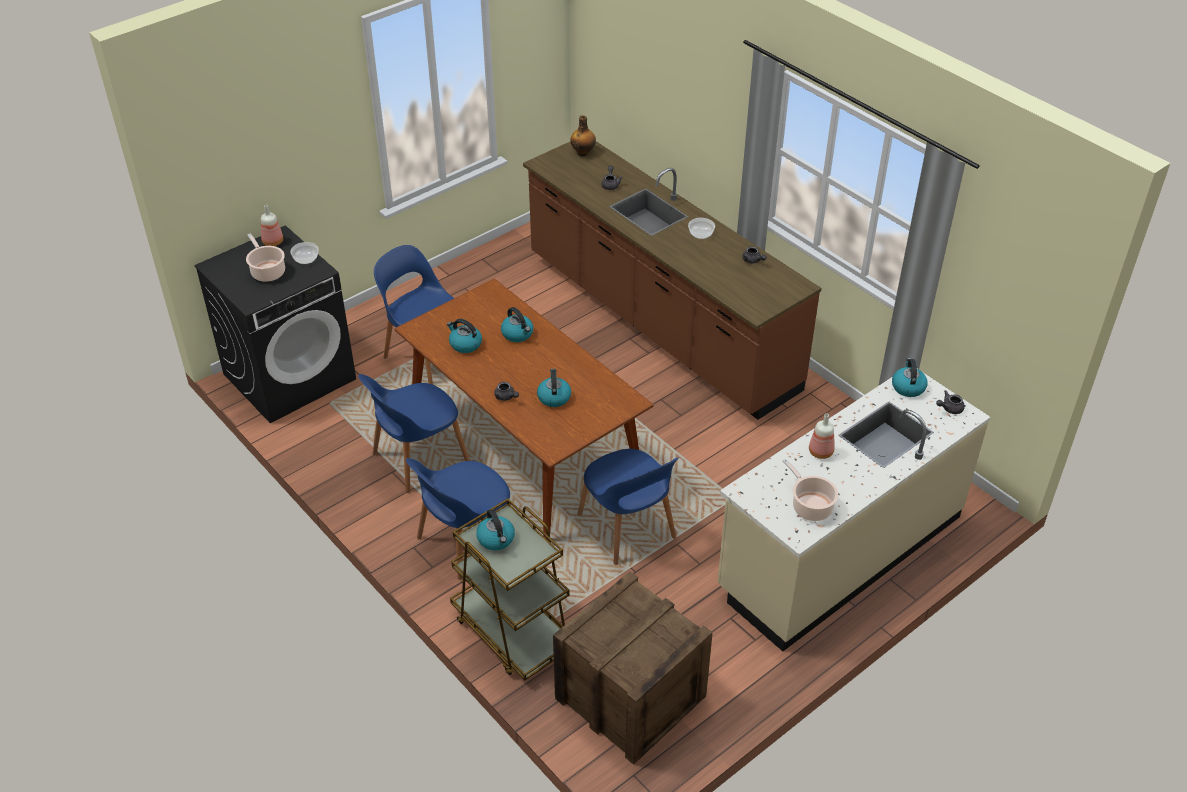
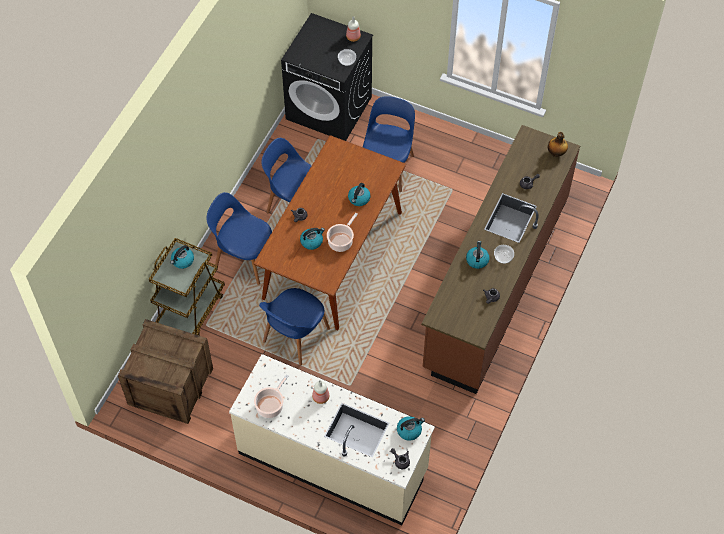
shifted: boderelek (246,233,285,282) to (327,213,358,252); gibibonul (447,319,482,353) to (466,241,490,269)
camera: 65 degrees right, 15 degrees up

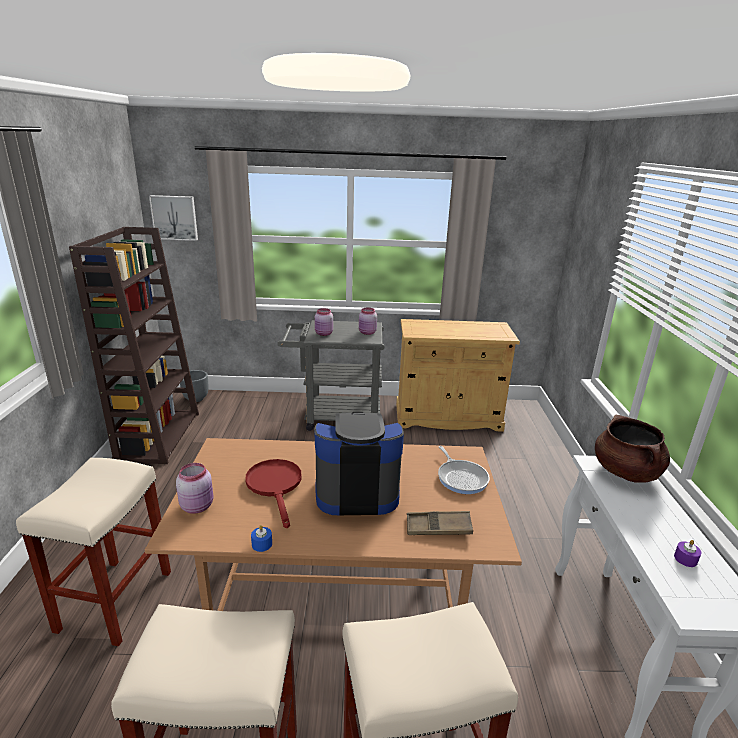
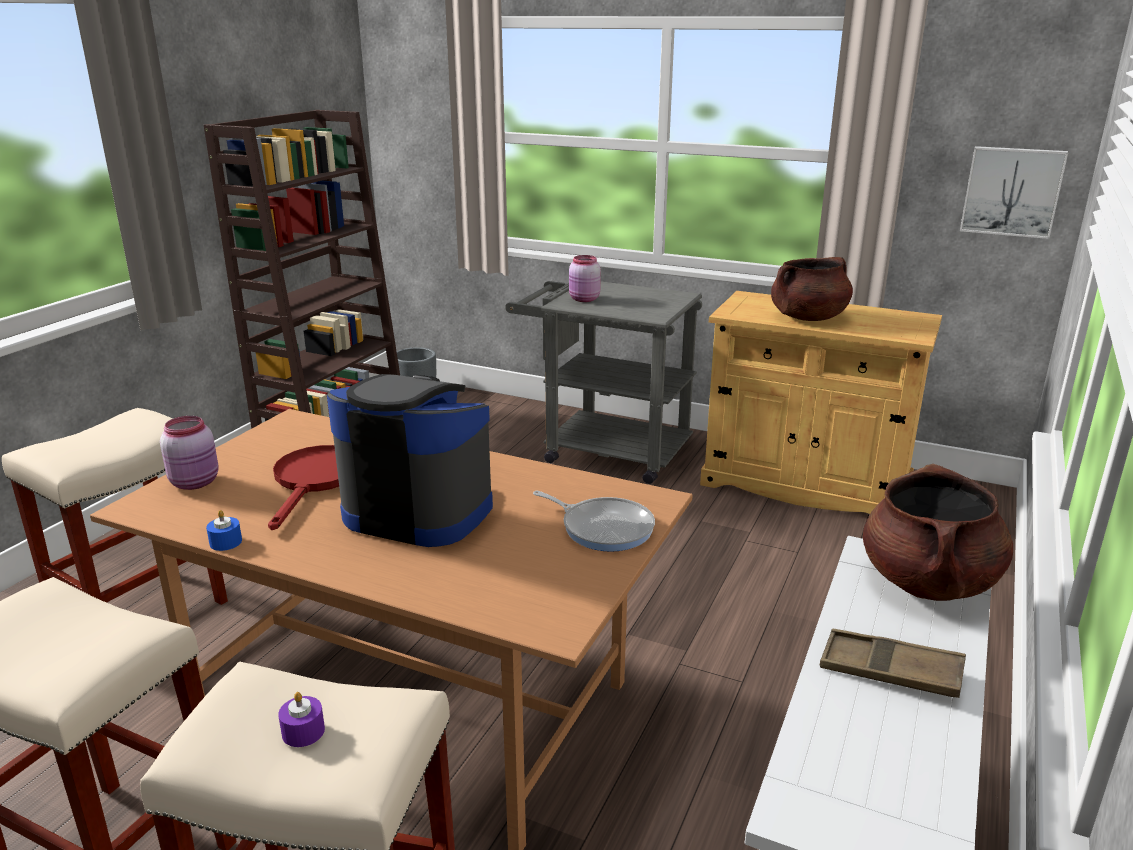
gone: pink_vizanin (359,308,377,335)
new: brown_boderelek (771,257,853,321)
shifted: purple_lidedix (674,540,701,567) to (278,692,325,747); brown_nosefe (407,511,473,535) to (820,629,966,698); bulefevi (149,195,198,241) to (960,146,1068,239)
rotated: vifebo (438,446,490,494) = (533,491,655,552) 60 degrees counterclockwise
camera: 25 degrees right, 0 degrees up

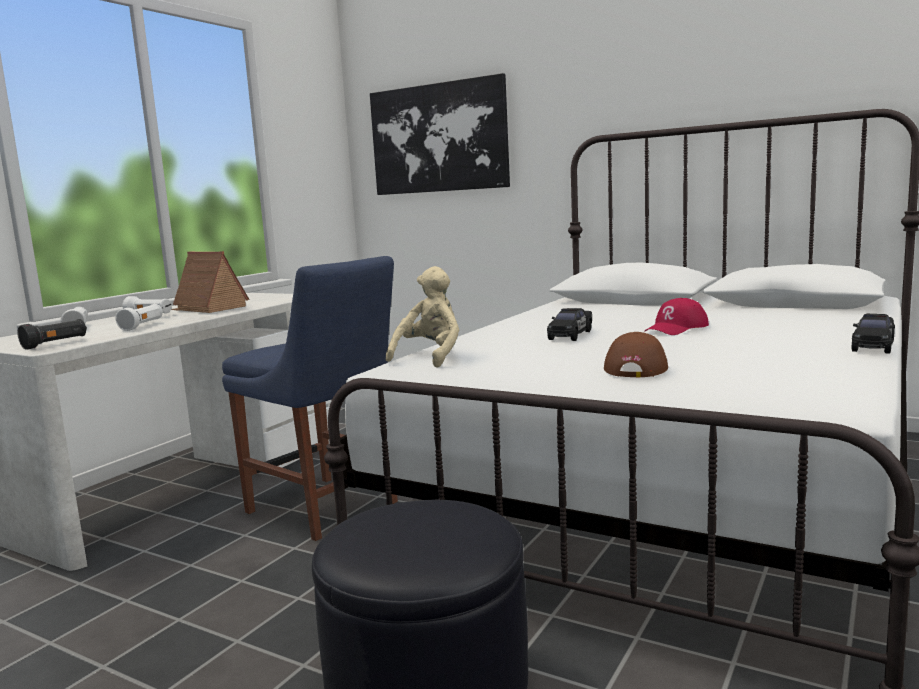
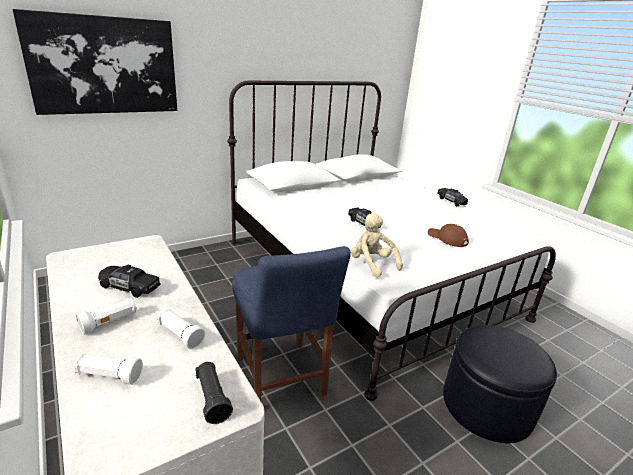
gone: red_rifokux (644,298,709,335)
swapped: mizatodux (171,251,249,313) to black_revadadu (98,265,161,298)
rotated: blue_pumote (222,256,398,541) = (232,246,351,401) 90 degrees clockwise
camera: 65 degrees left, 15 degrees up

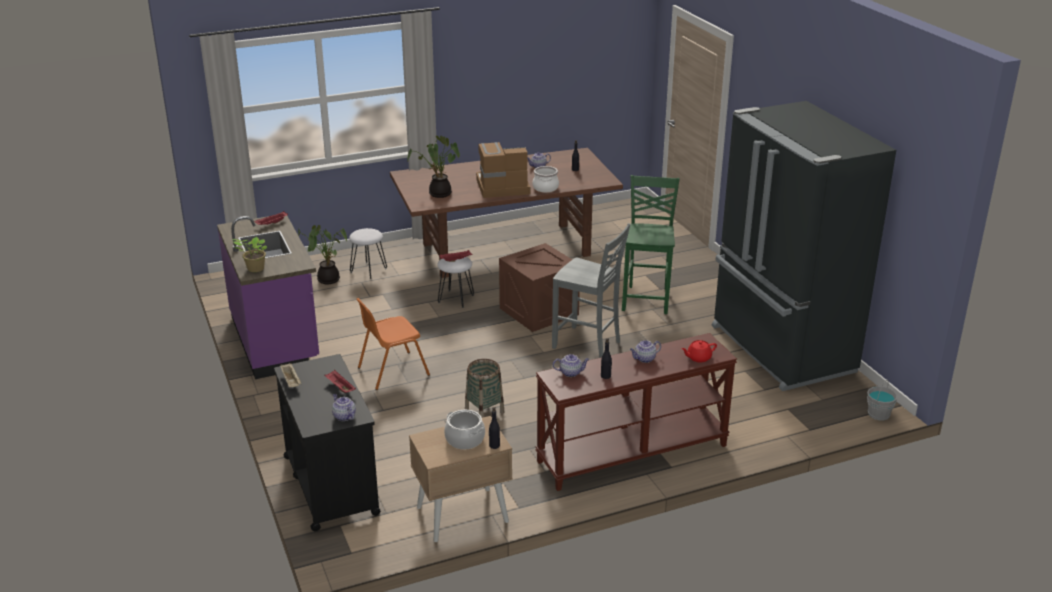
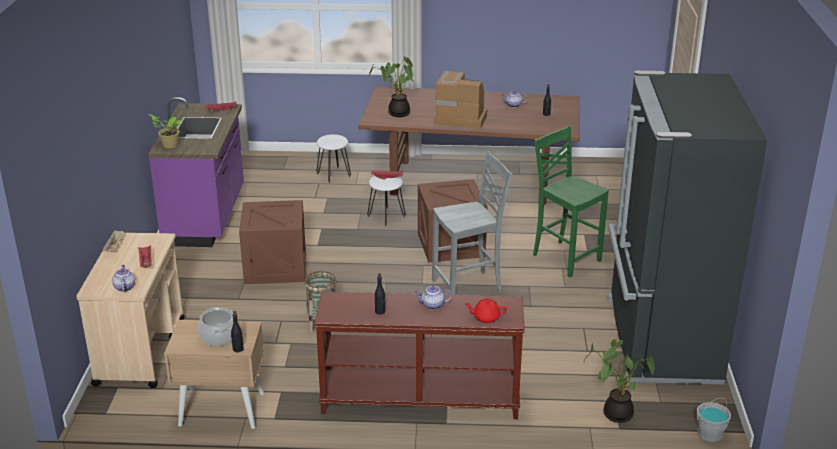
gone: boderelek (532,166,559,192); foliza (553,354,589,377)
shifted: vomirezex (298,225,347,284) to (584,339,654,423)
swapped: orange_pumote (356,298,430,390) to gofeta (239,200,306,284)
repainted: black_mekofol (274,354,381,531) to beige_mekofol (76,232,185,388)
rotated: grey_pumote (552,223,631,358) = (432,152,512,295) 75 degrees counterclockwise; green_pumote (622,175,680,314) = (533,126,609,277) 75 degrees counterclockwise
camera: 25 degrees right, 0 degrees up

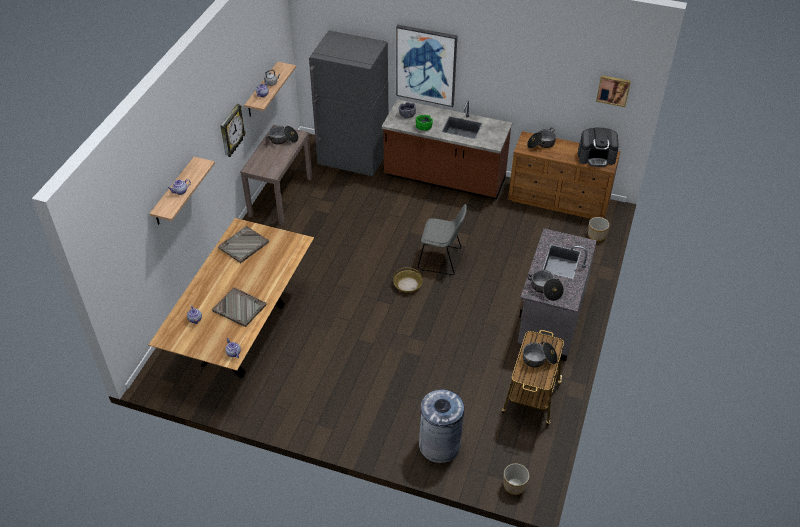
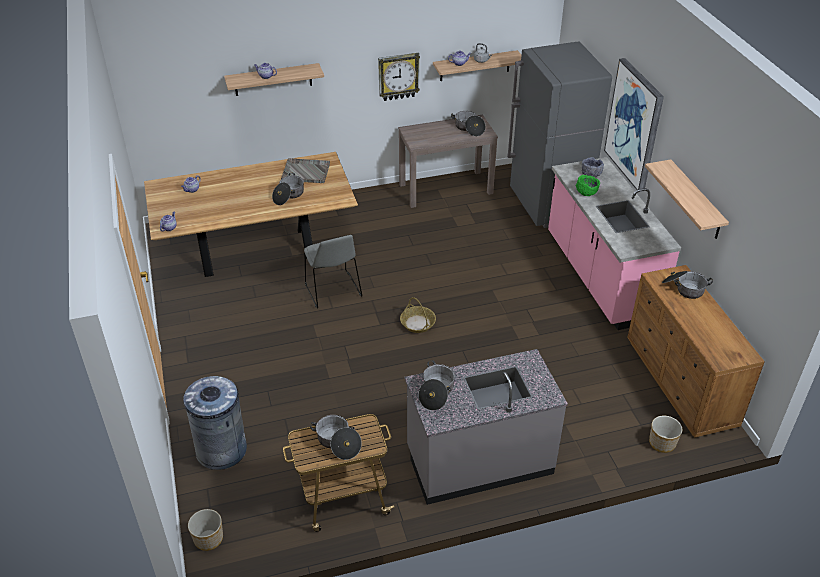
gone: grey_nosefe (212,287,267,327); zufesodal (578,128,619,167); bulefevi (596,75,631,107)
new: boderelek (272,173,304,205); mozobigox (645,160,729,239)
shifted: grey_pumote (418,204,467,276) to (304,235,362,309)
repainted: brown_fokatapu (382,99,512,200) to pink_fokatapu (548,157,681,330)
camera: 55 degrees right, 5 degrees down

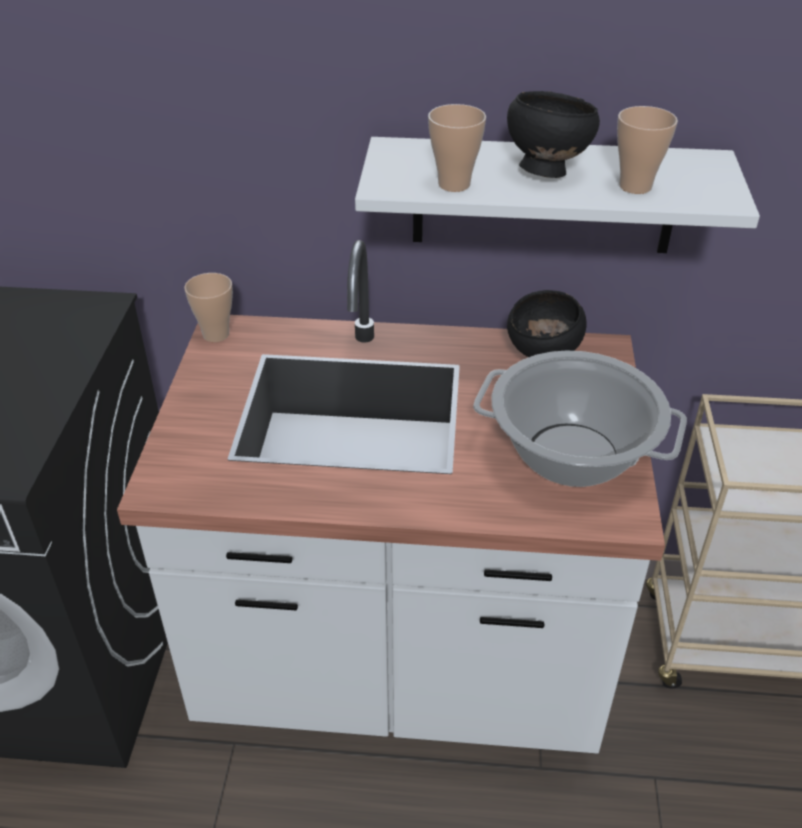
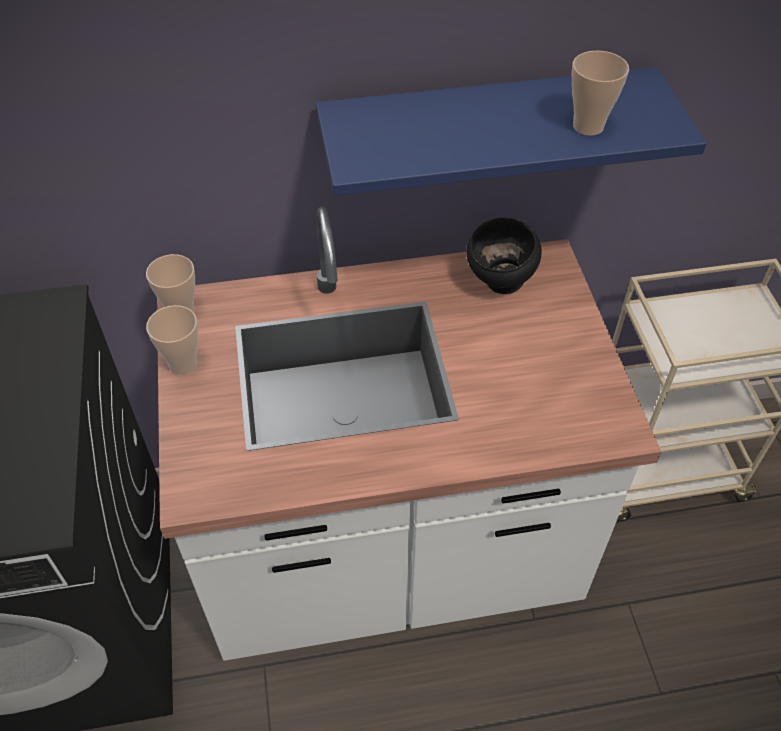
gone: boderelek (473,351,687,487); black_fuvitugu (507,91,600,178)
shifted: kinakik (428,104,486,192) to (146,305,198,375)
repainted: white_mozobigox (355,137,760,253) to blue_mozobigox (316,67,707,196)
camera: 15 degrees left, 10 degrees up

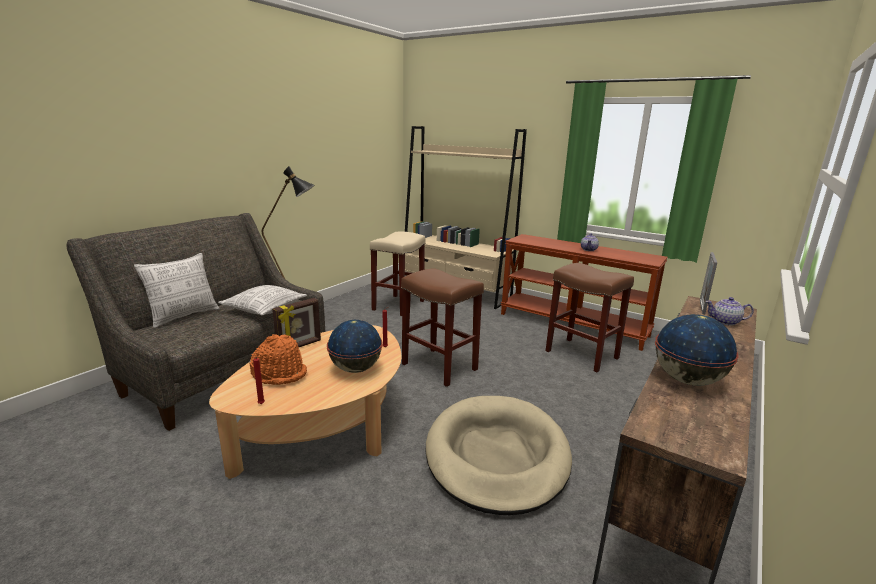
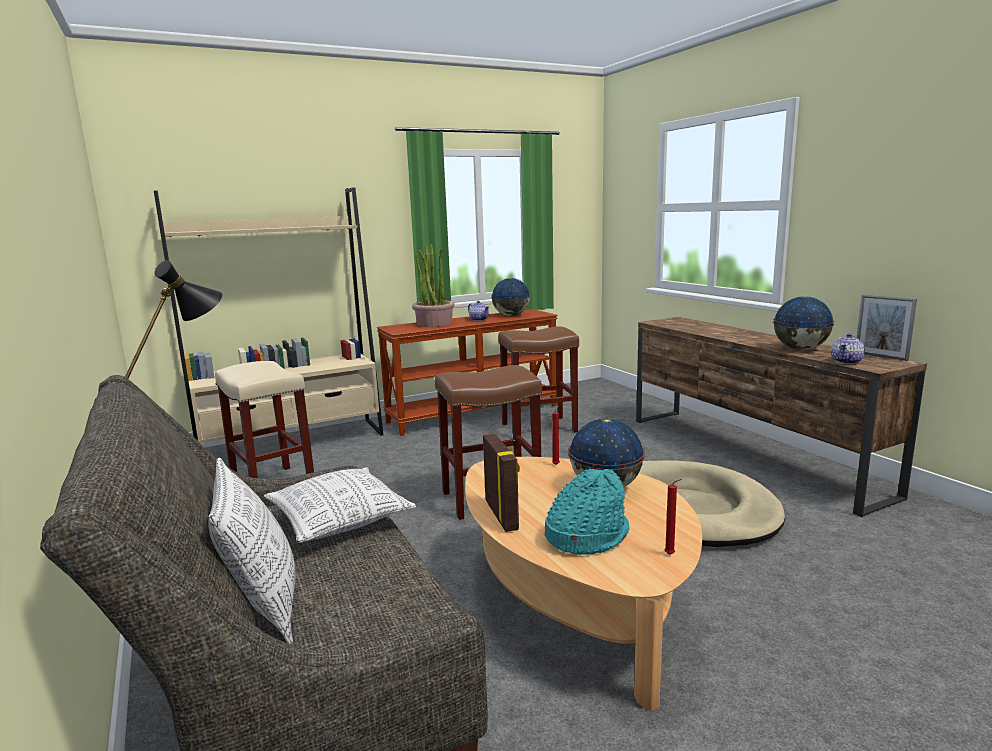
new: vomirezex (412,244,455,327); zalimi (491,278,530,316)
shifted: foliza (705,297,754,326) to (831,333,865,364); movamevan (700,252,717,314) to (857,294,917,361)
repainted: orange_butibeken (249,334,307,385) to turquoise_butibeken (544,469,629,555)
camera: 60 degrees left, 5 degrees down

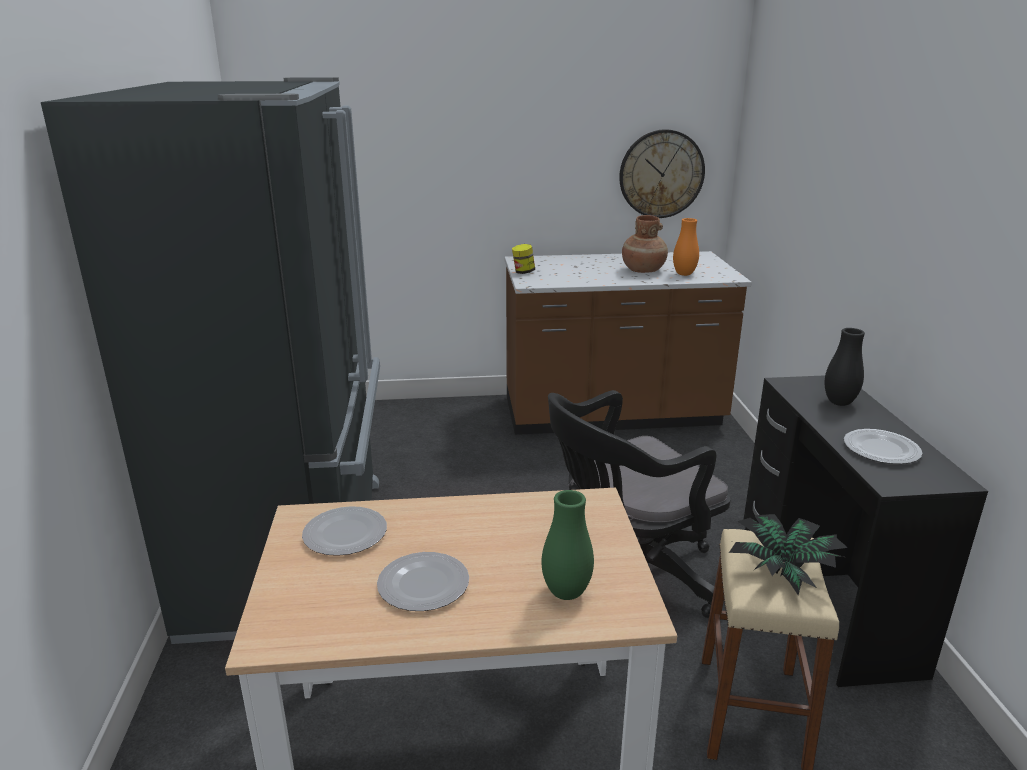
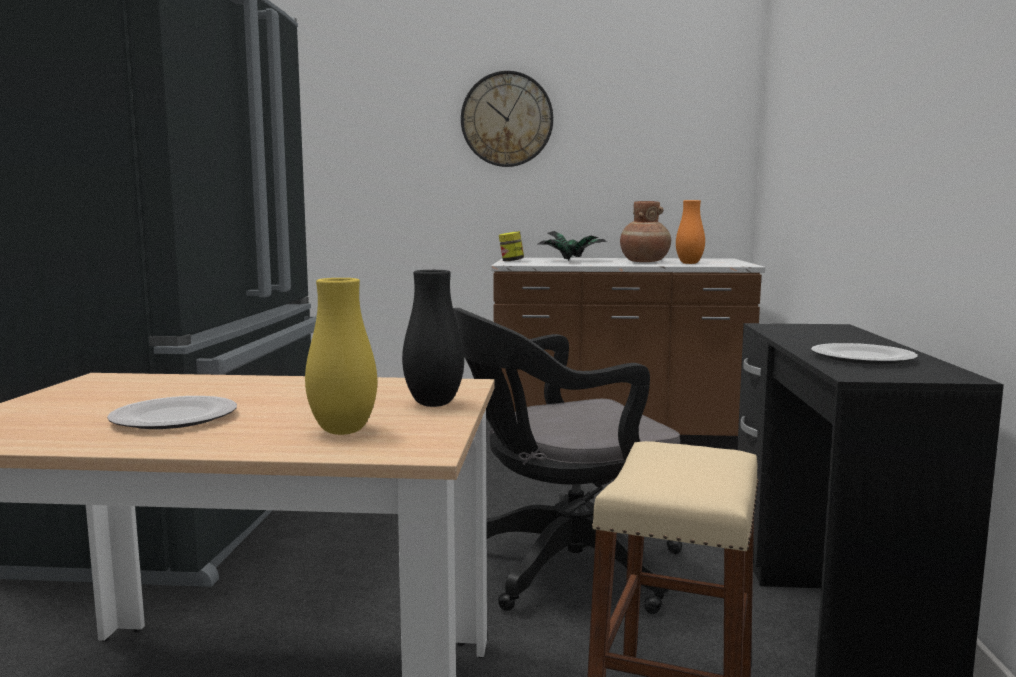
gone: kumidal (302,506,387,556)
shifted: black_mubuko (825,328,865,406) to (402,270,464,407); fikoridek (619,129,705,218) to (461,71,553,167); vomirezex (729,514,848,595) to (537,231,607,261)
repainted: green_mubuko (541,490,594,600) to yellow_mubuko (305,278,377,435)
camera: 10 degrees right, 15 degrees down

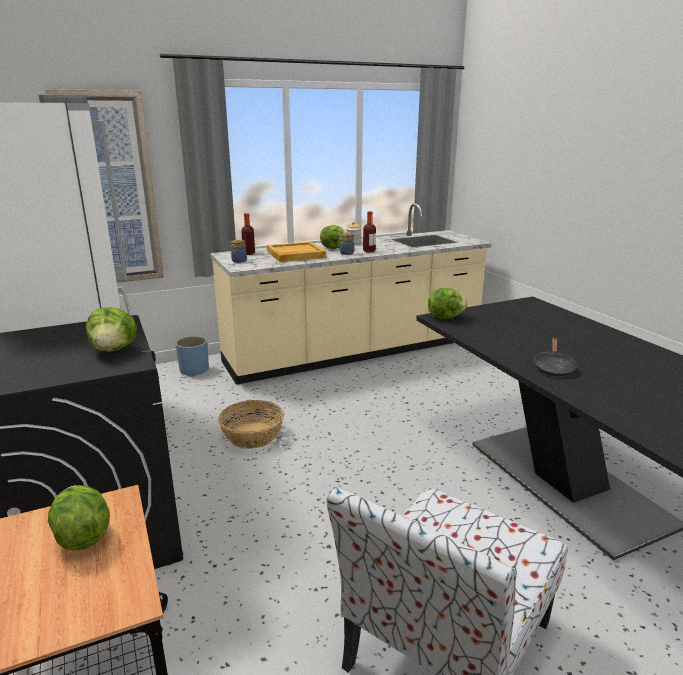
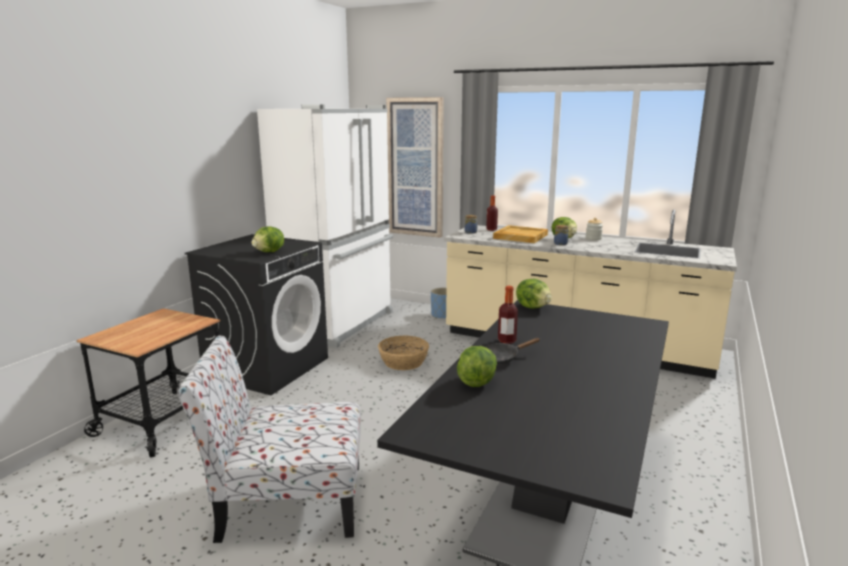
shifted: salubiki (48,485,110,551) to (457,346,497,387); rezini (363,211,376,252) to (498,286,518,344)
camera: 50 degrees right, 5 degrees down

